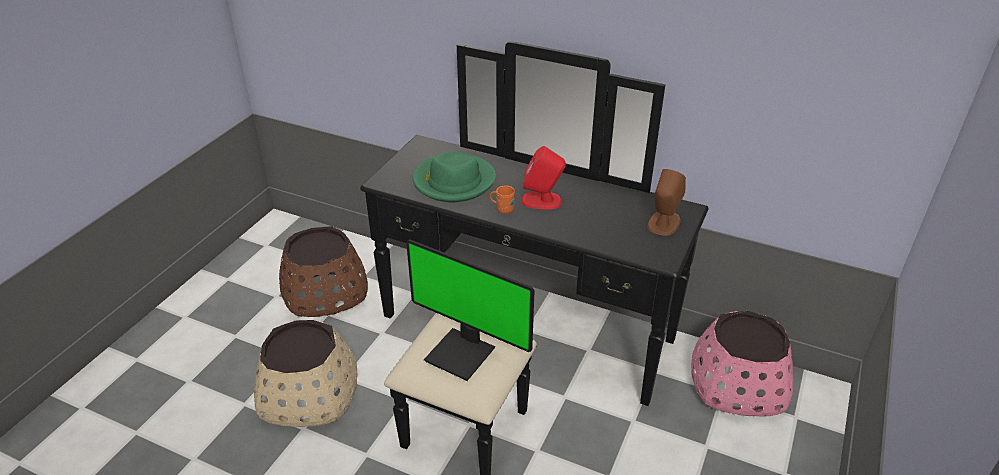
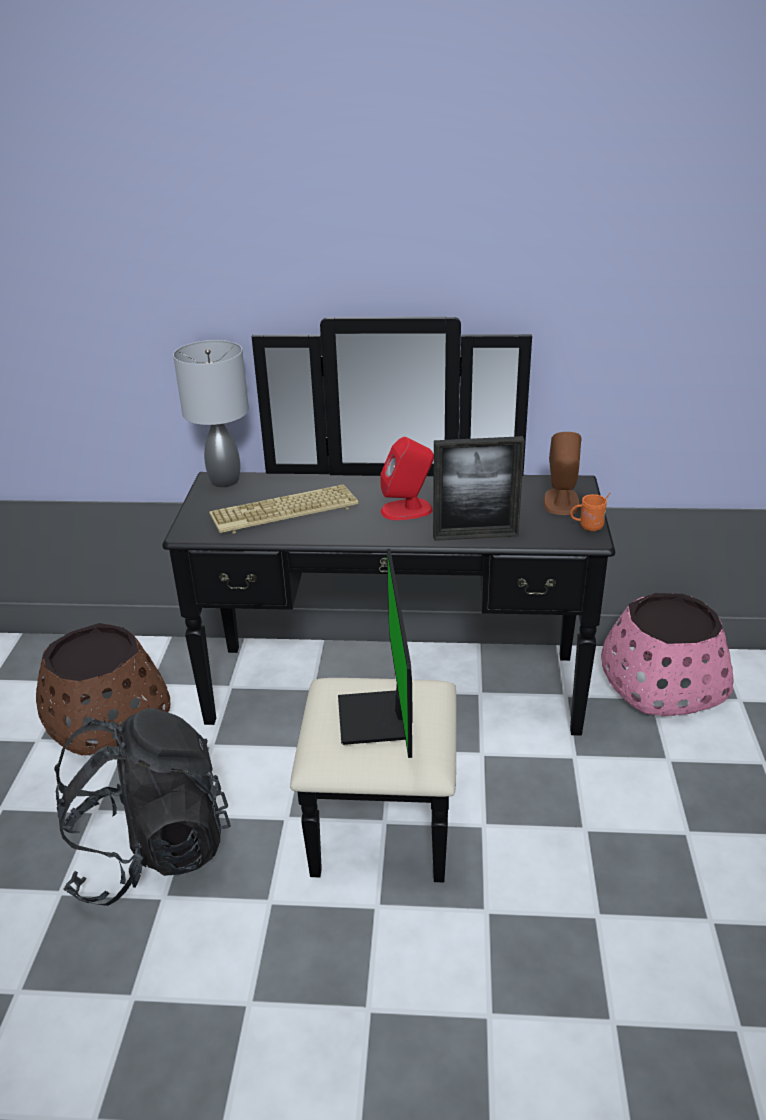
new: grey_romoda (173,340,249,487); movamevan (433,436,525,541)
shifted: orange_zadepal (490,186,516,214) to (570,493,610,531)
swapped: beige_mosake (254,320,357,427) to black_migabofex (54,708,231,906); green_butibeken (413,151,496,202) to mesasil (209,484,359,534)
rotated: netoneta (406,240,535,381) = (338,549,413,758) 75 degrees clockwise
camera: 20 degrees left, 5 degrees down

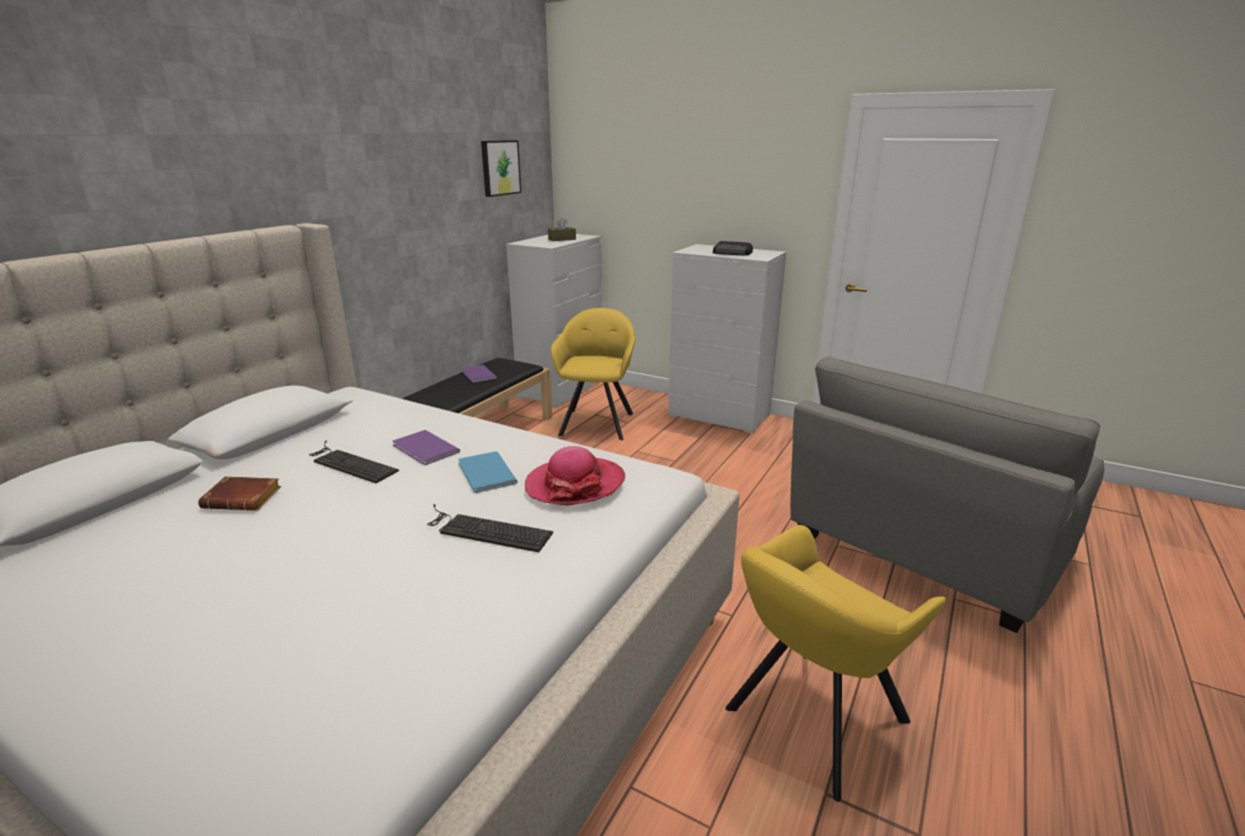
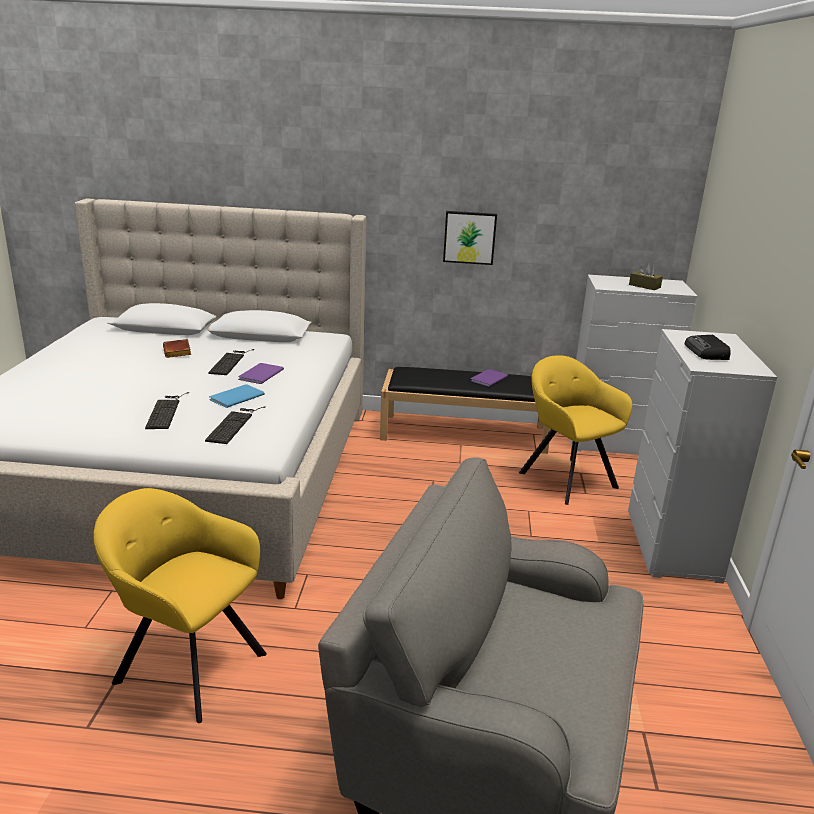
shifted: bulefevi (481,140,521,197) to (443,211,497,265)
swapped: butibeken (525,446,625,506) to mesasil (205,406,266,444)
rotated: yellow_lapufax (551,308,635,440) = (519,355,632,505) 105 degrees counterclockwise
camera: 65 degrees right, 0 degrees up

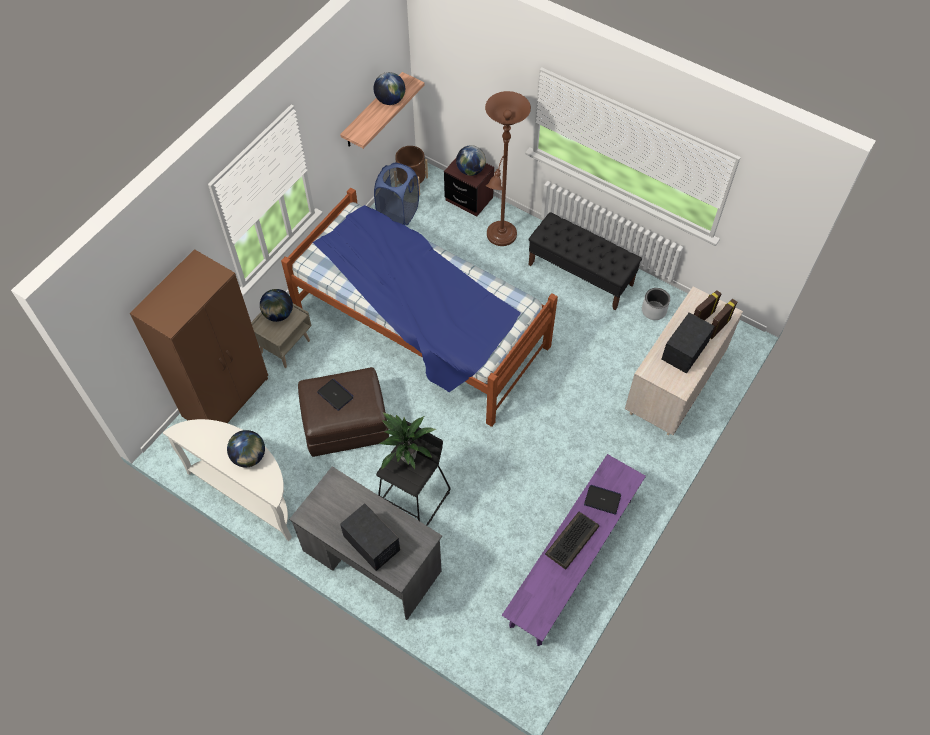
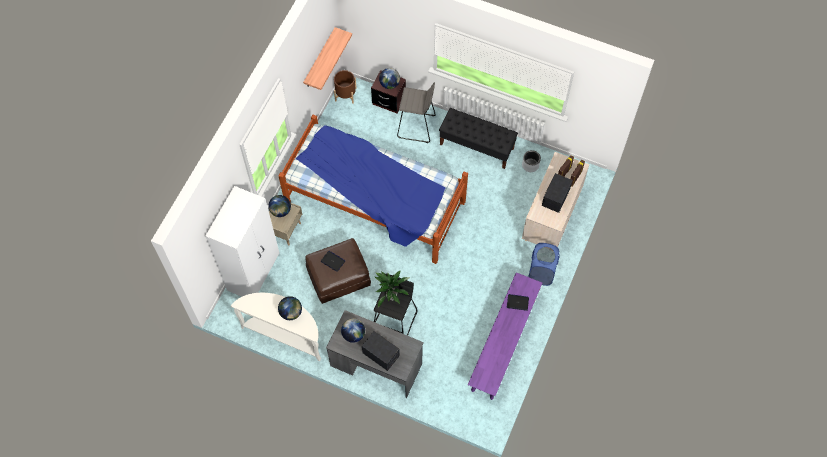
gone: mesasil (545,512,599,570)
shifted: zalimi (373,72,405,105) to (341,318,365,343); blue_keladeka (374,163,419,225) to (528,243,560,286)
swapped: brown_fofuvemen (485,91,531,246) to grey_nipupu (397,82,436,143)
repainted: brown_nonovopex (130,249,268,423) to white_nonovopex (205,186,279,297)
camera: 10 degrees left, 5 degrees up

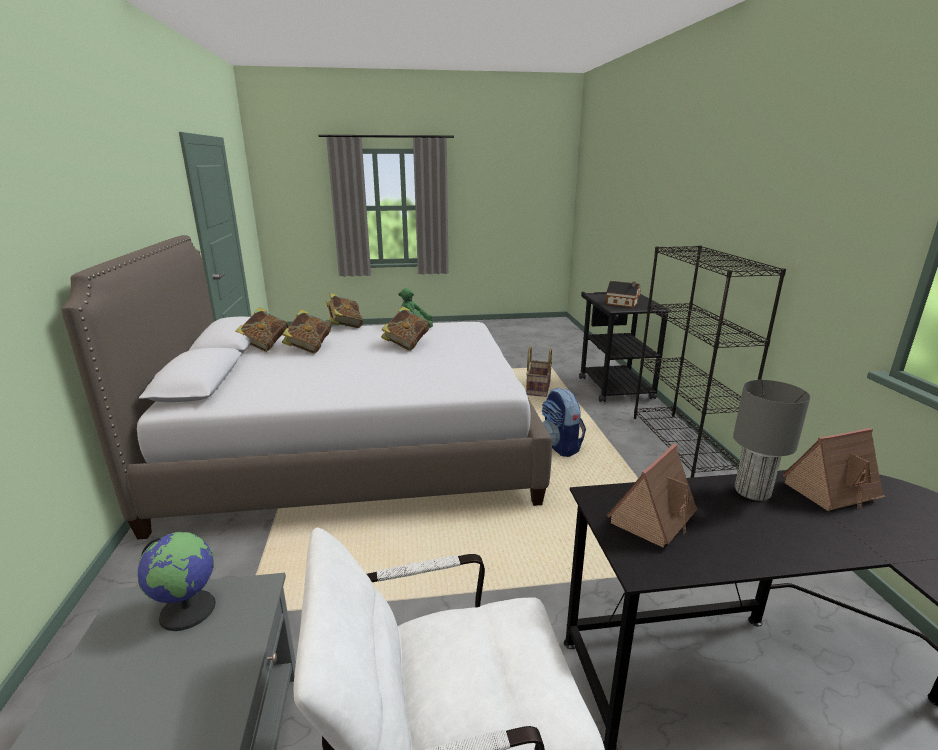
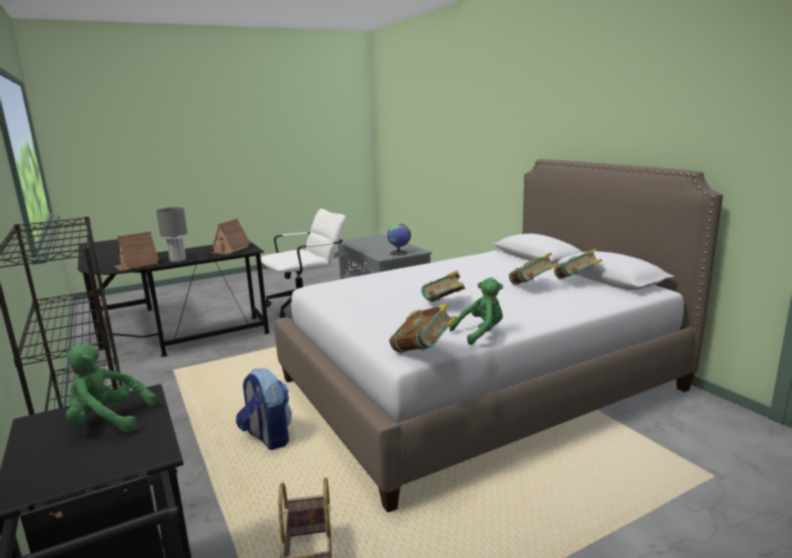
shifted: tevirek (326,293,363,328) to (389,304,458,353)
swapped: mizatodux (606,281,641,308) to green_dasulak (66,344,157,432)
camera: 160 degrees right, 5 degrees down

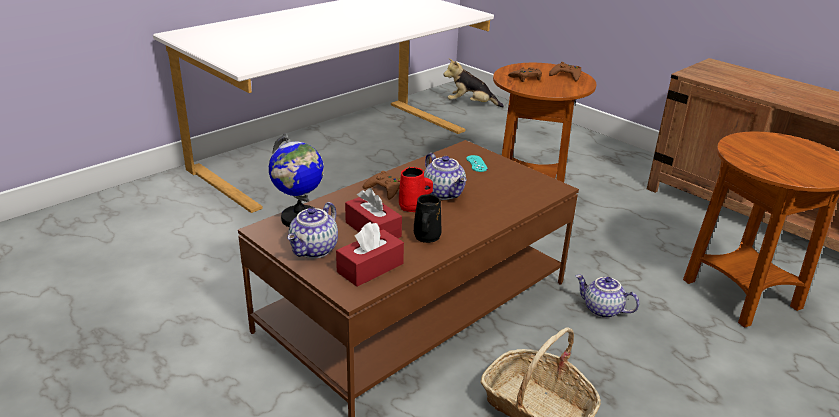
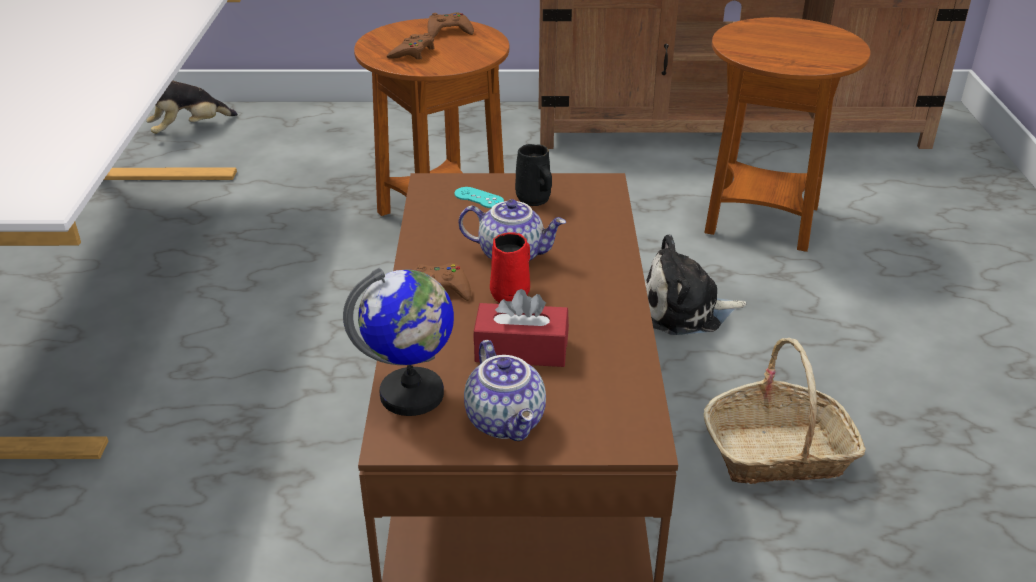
gone: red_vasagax (336,222,404,287)
shifted: black_zadepal (414,194,441,243) to (515,144,552,206)
swapped: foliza (576,275,639,318) to dasulak (645,234,747,335)
camera: 45 degrees left, 5 degrees up

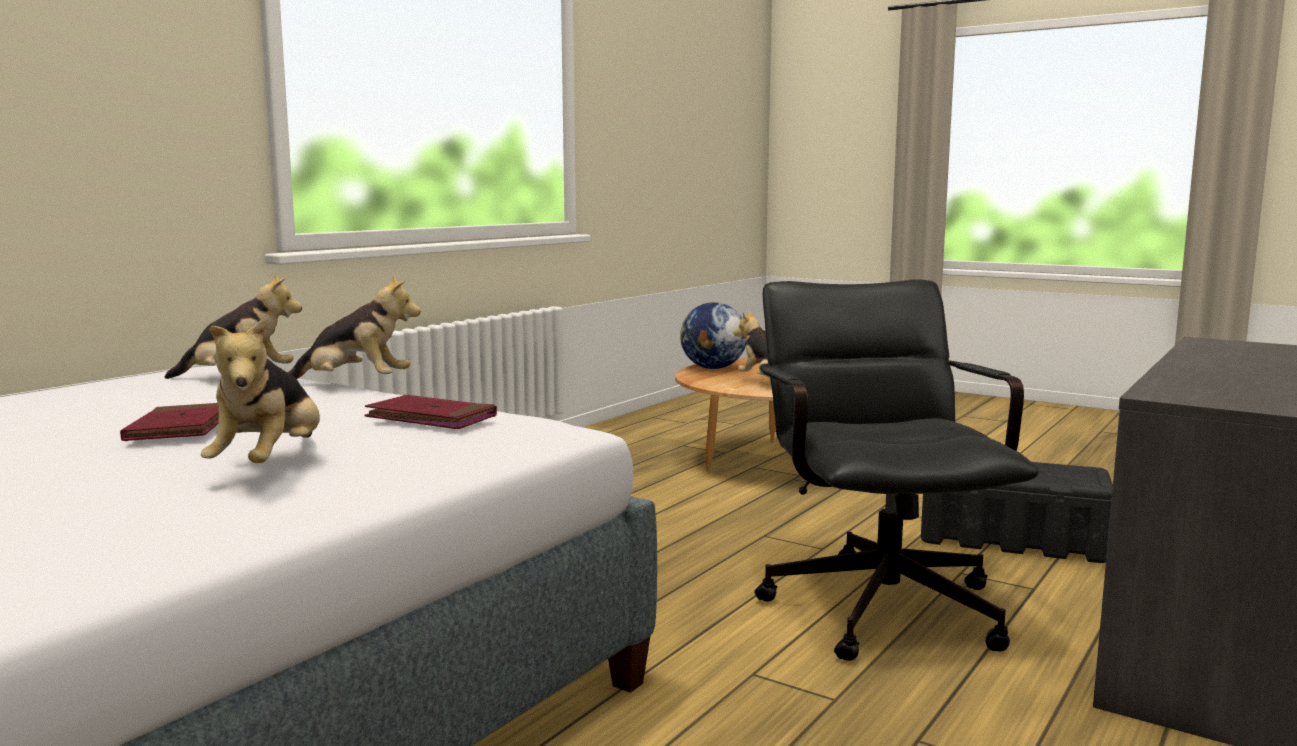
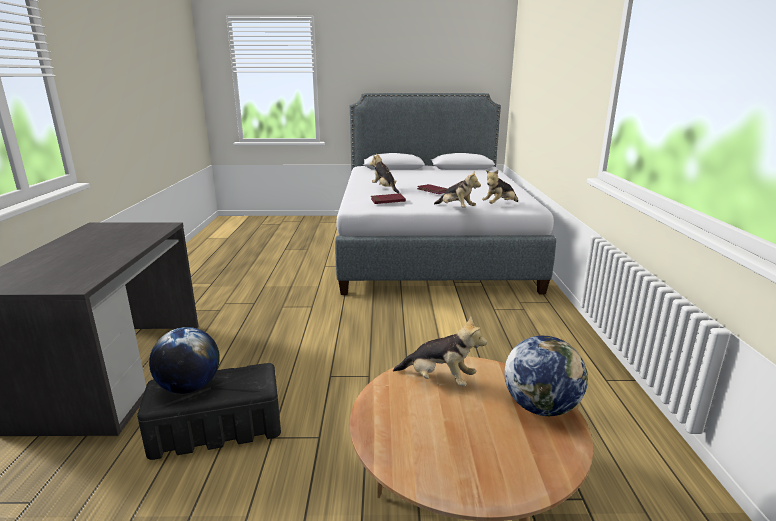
gone: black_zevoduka (754,279,1039,661)
new: zalimi (149,327,220,394)
rotated: dasulak (288,275,421,379) = (434,170,481,208) 105 degrees counterclockwise
camera: 145 degrees right, 10 degrees up

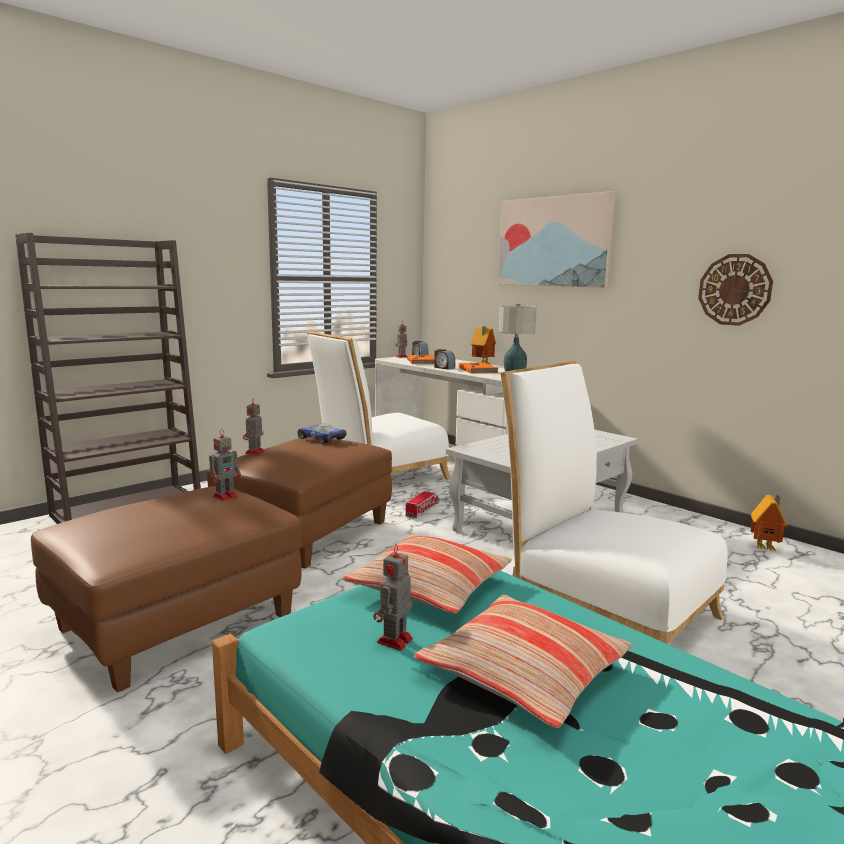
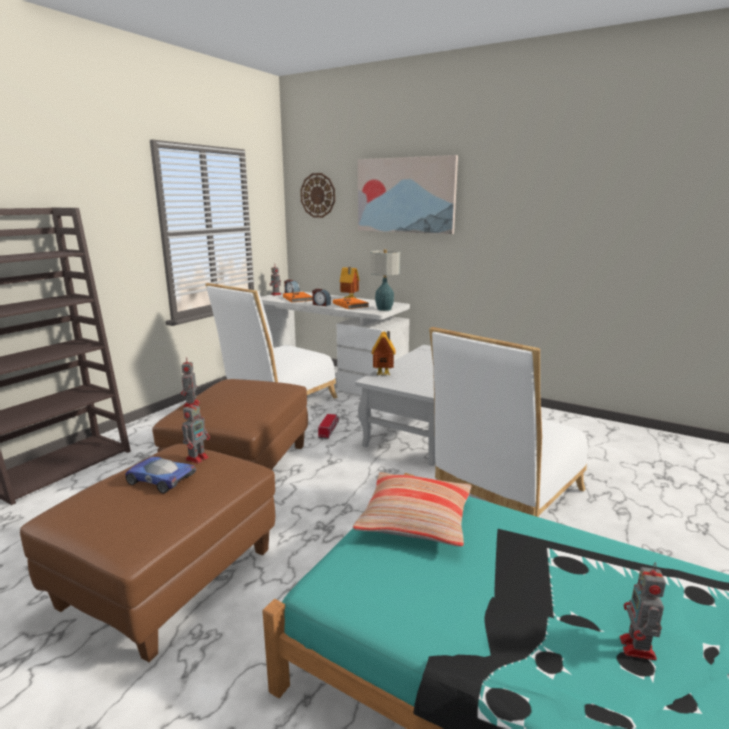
gone: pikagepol (414,595,632,728)
shifted: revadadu (298,423,347,444) to (125,456,196,493); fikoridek (698,254,773,326) to (300,173,335,218); mizatodux (751,495,787,551) to (371,331,396,375); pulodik (373,544,413,651) to (620,563,666,661)
rotated: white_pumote (500,361,728,644) = (429,327,588,517) 75 degrees counterclockwise
camera: 15 degrees left, 5 degrees up

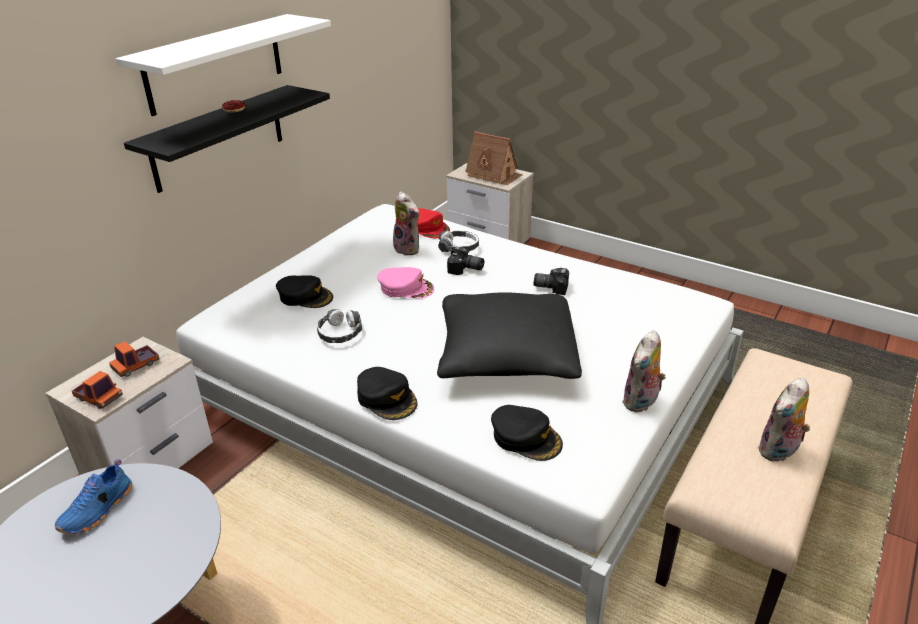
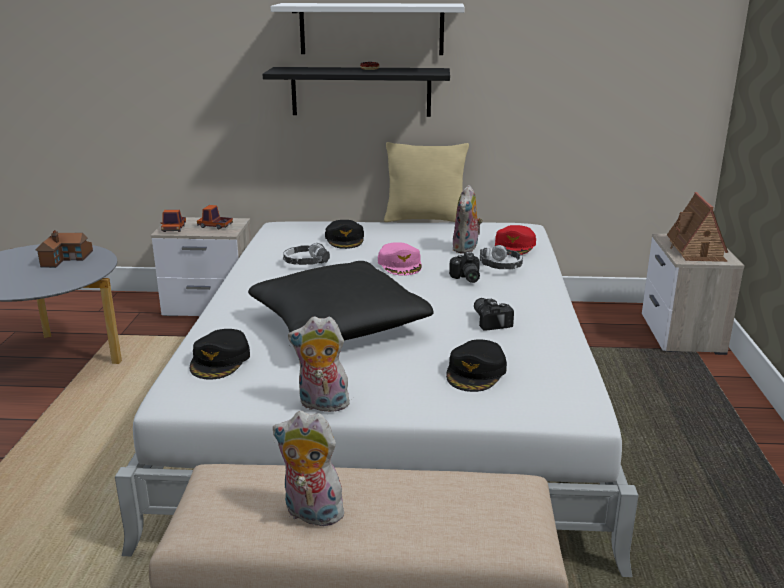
new: beige_pikagepol (384,142,469,222)
shifted: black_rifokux (357,367,418,420) to (446,340,507,392)
swapped: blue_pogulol (55,459,132,534) to mizatodux (35,230,93,268)
camera: 60 degrees right, 10 degrees down

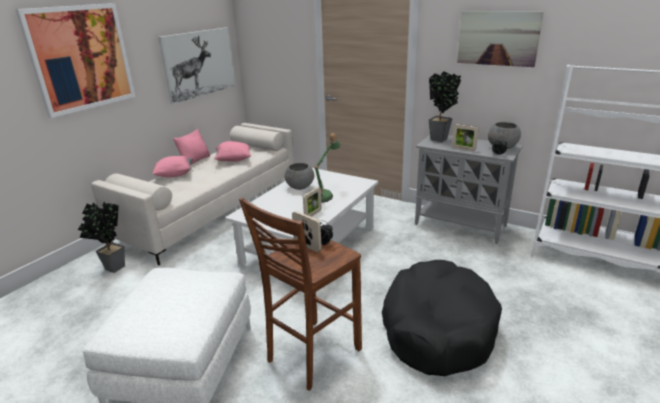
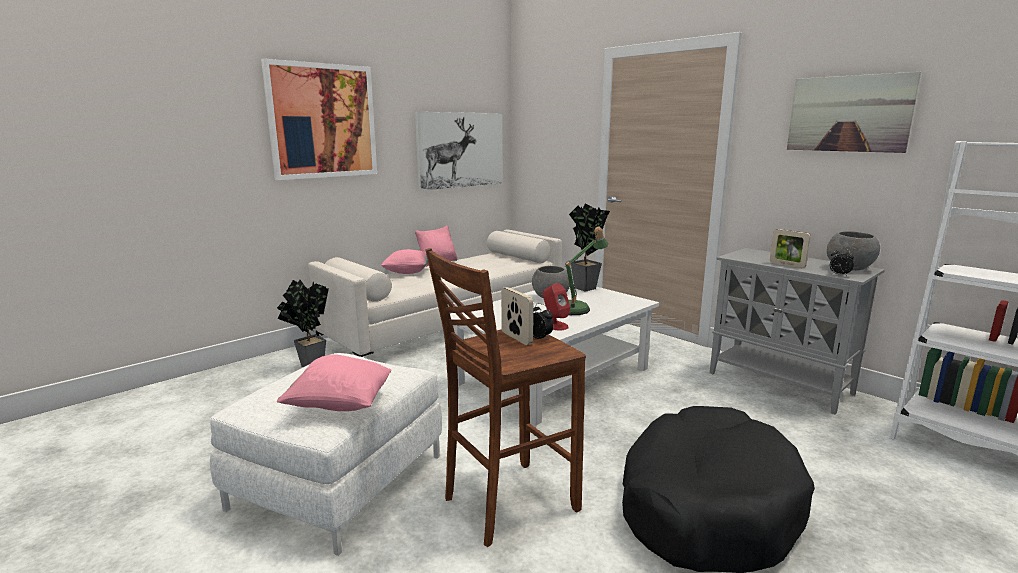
shifted: pink_pikagepol (214,141,251,162) to (276,354,391,411); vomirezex (429,71,461,142) to (569,203,610,291)
swapped: movamevan (303,187,322,217) to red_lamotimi (543,283,570,331)
camera: 15 degrees right, 10 degrees down

